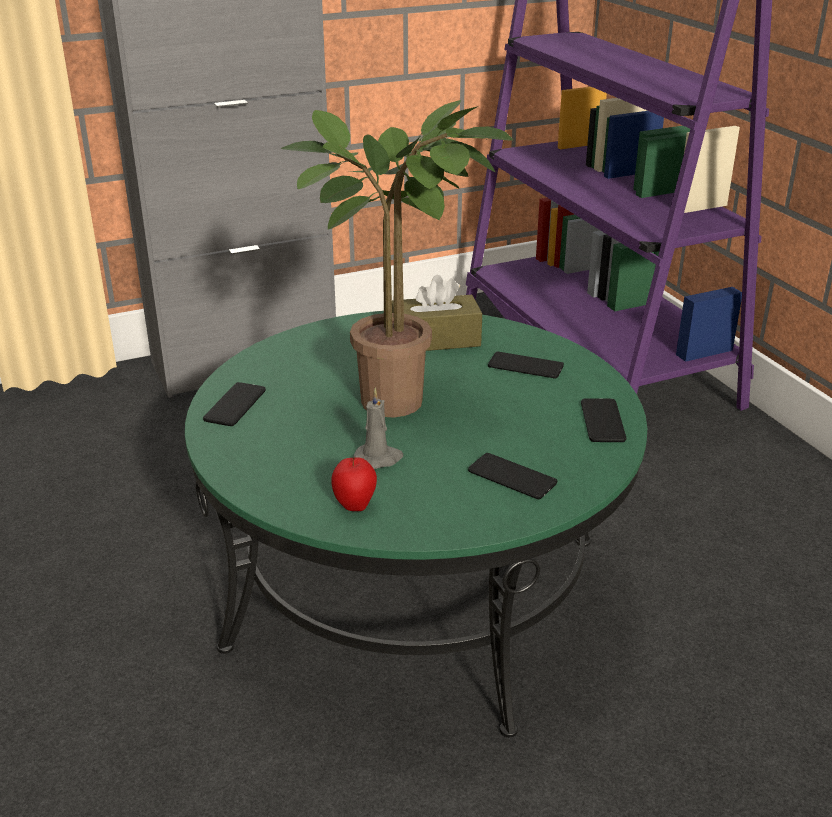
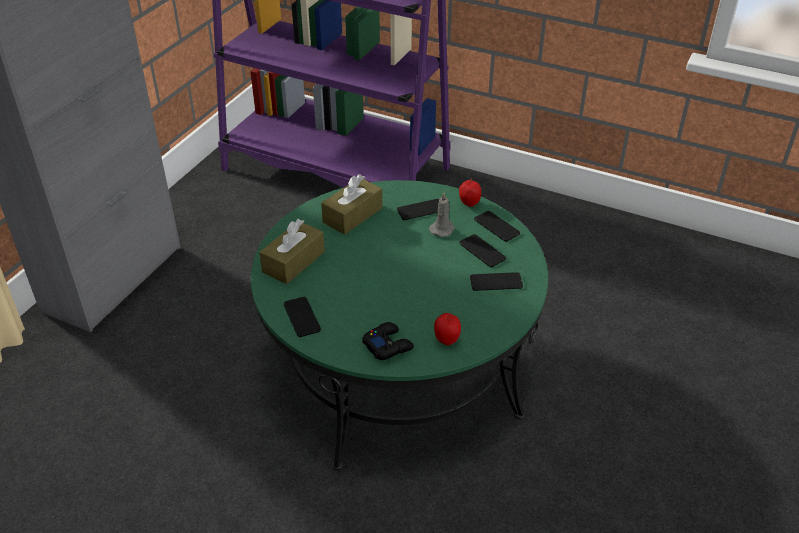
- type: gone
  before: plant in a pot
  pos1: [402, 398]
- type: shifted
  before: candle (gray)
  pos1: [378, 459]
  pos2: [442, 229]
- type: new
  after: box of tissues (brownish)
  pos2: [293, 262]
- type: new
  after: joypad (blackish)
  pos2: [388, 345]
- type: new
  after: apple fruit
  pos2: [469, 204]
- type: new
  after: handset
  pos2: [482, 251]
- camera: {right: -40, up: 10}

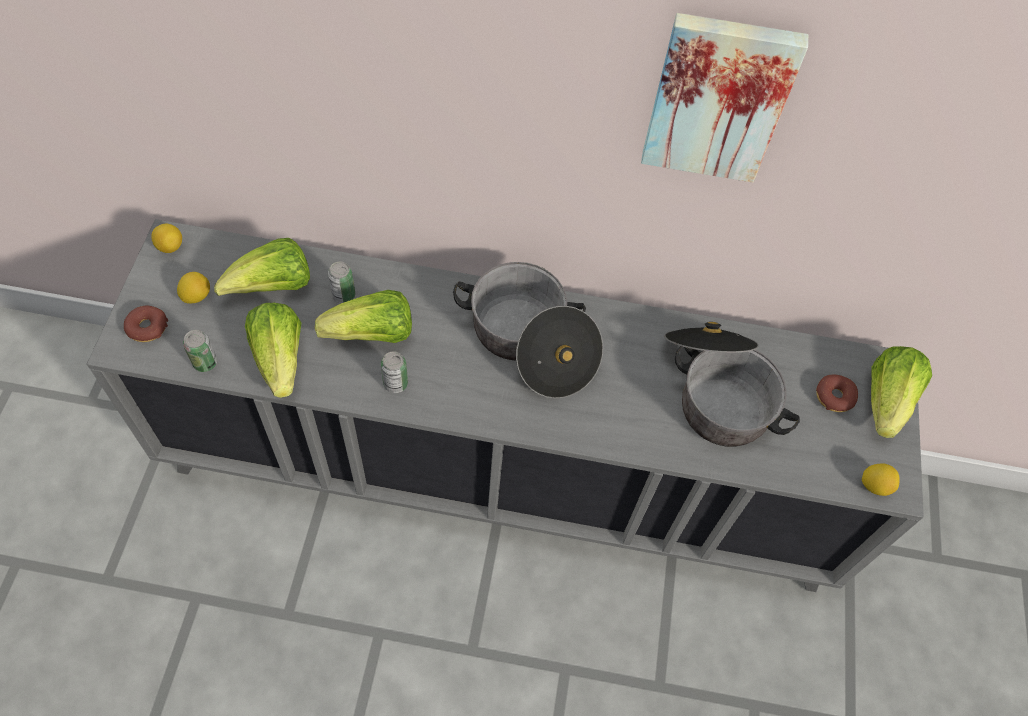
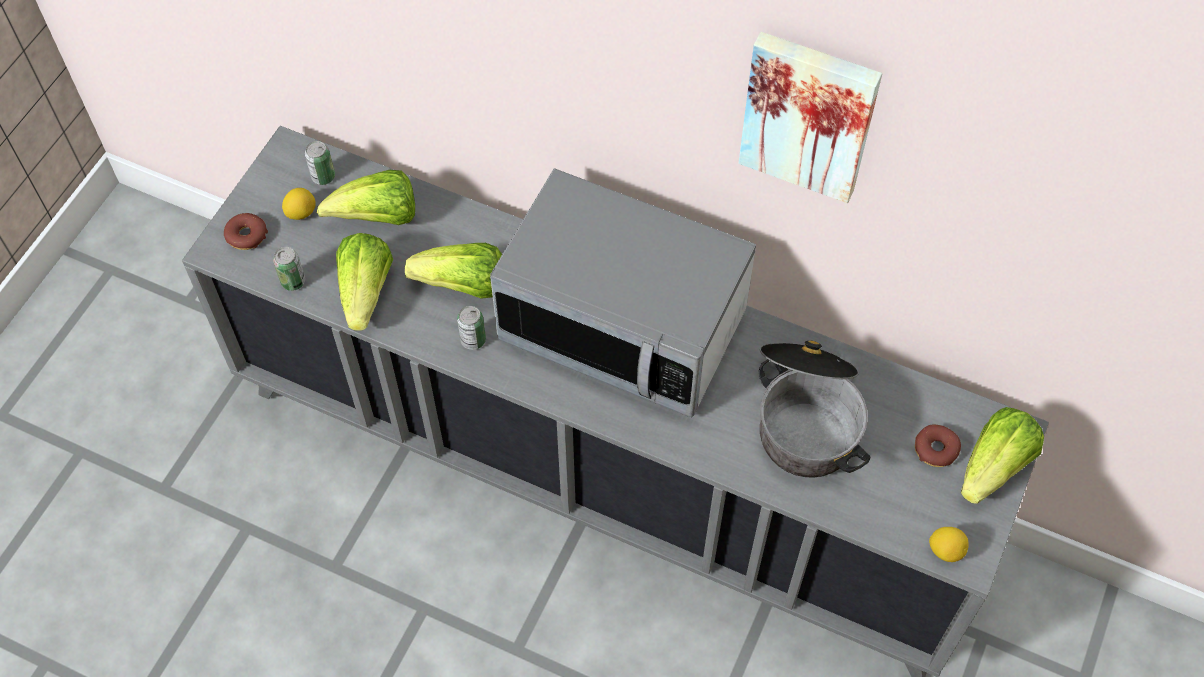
- type: gone
  before: lemon
  pos1: [170, 246]
- type: shifted
  before: sealed can
  pos1: [343, 295]
  pos2: [323, 177]
- type: swapped
  before: cooking pot
  after: microwave oven
  pos1: [530, 343]
  pos2: [623, 326]
- camera: {right: 20, up: 0}

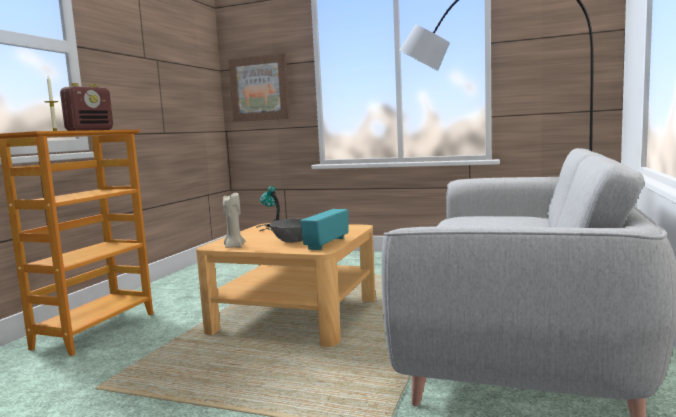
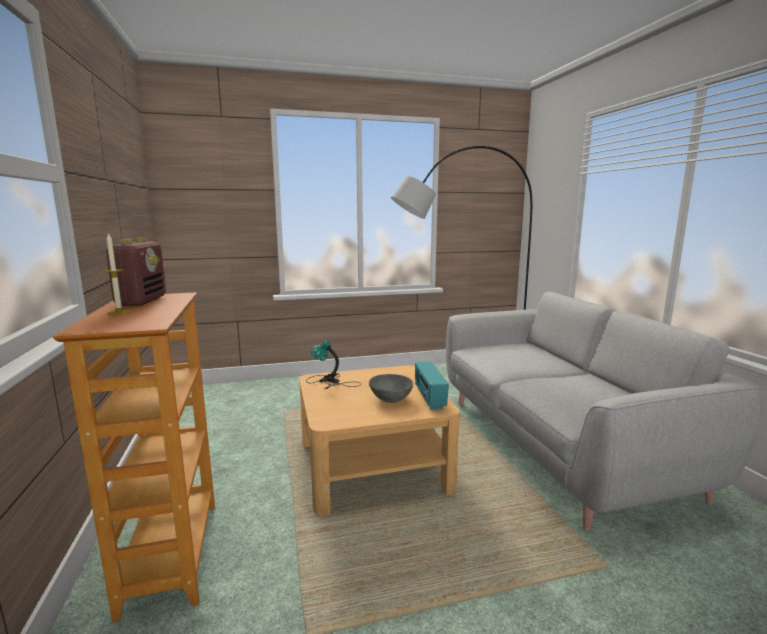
- type: gone
  before: candle (beige-coloured)
  pos1: [234, 246]
- type: gone
  before: wall art
  pos1: [260, 88]
- camera: {right: -35, up: 5}

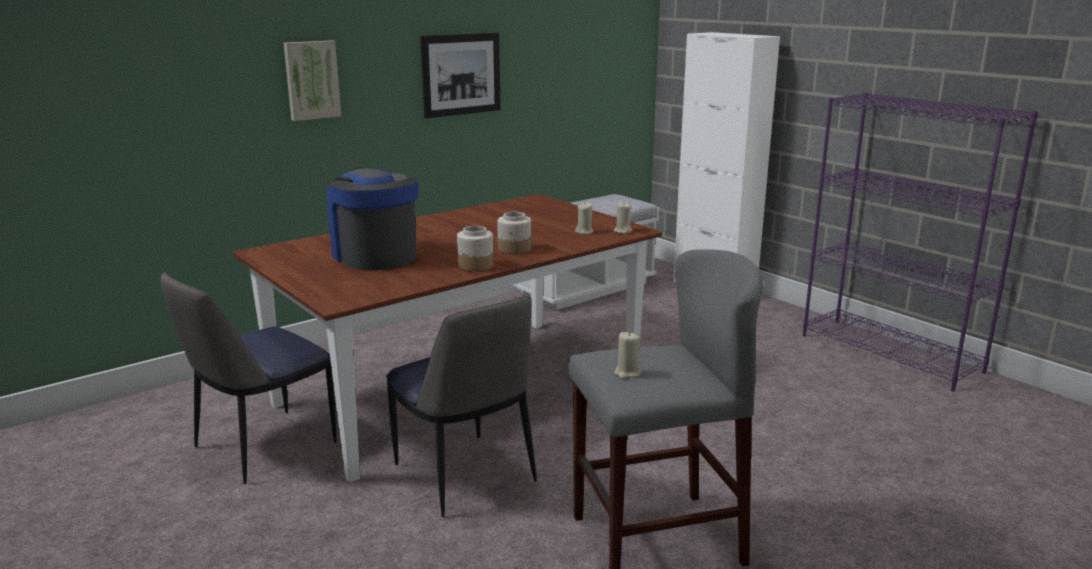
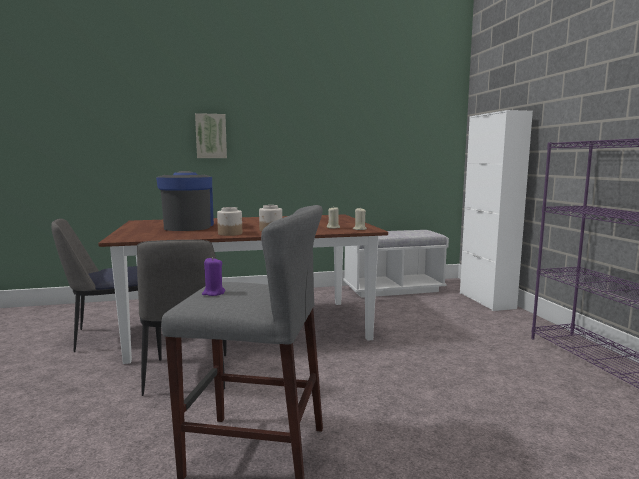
- type: gone
  before: wall art
  pos1: [461, 74]
- type: repainted
  before: candle (beige-coloured)
  after: candle (purplish)
  pos1: [627, 373]
  pos2: [213, 293]
- camera: {right: 25, up: -10}

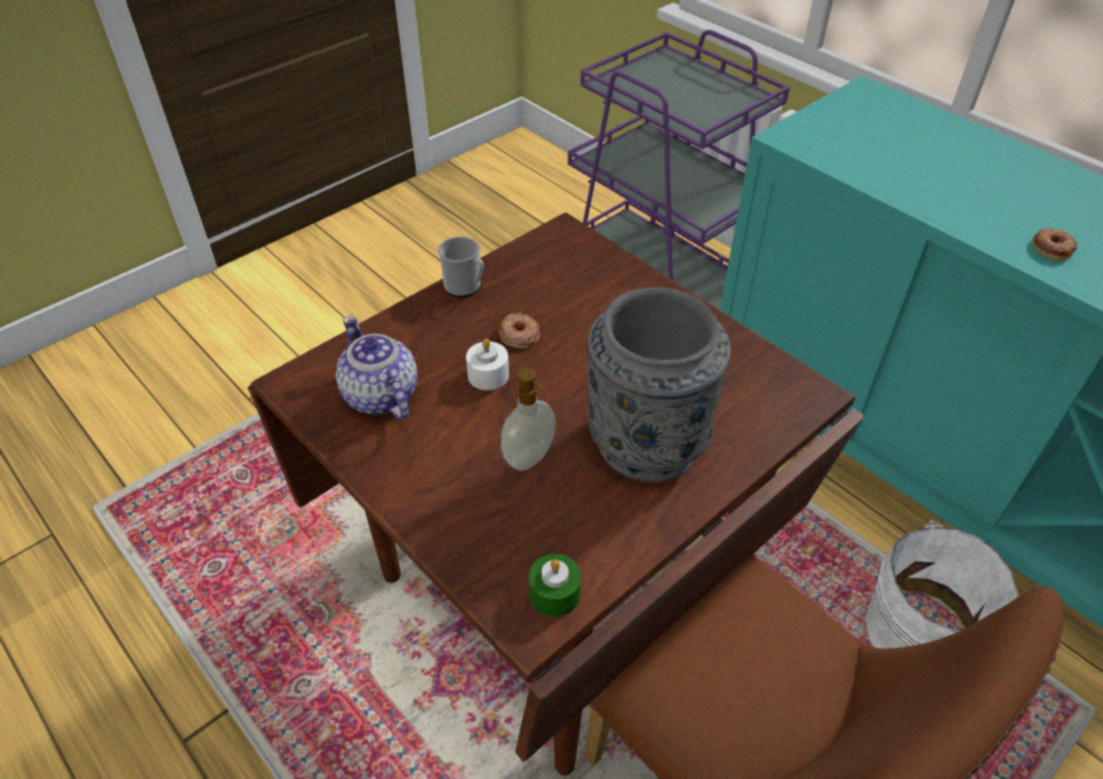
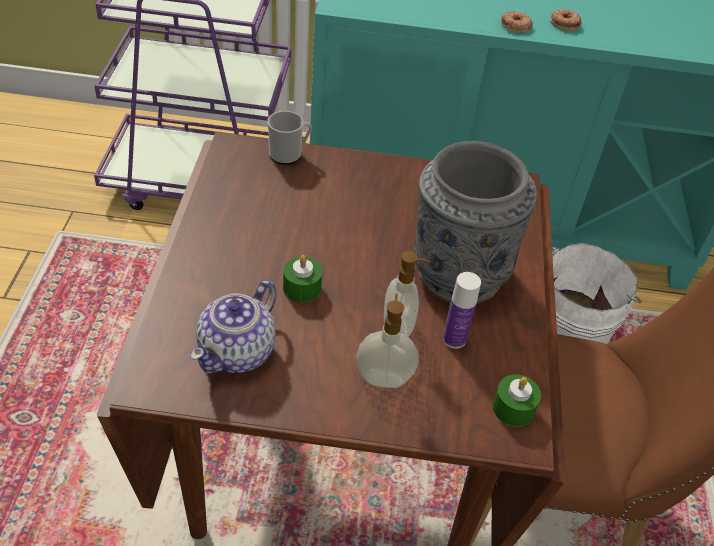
- type: rotated
  before: pot for tea
  pos1: [380, 396]
  pos2: [238, 351]
  turn: -75
- type: shifted
  before: tea mug
  pos1: [465, 287]
  pos2: [289, 154]
- type: repainted
  before: candle (whitish)
  after: candle (greenish)
  pos1: [488, 375]
  pos2: [302, 288]
- type: shifted
  before: ring doughnut
  pos1: [519, 335]
  pos2: [515, 25]
- type: new
  after: liquid soap bottle
  pos2: [384, 377]
- type: new
  after: beverage bottle
  pos2: [454, 339]
- camera: {right: -45, up: 0}

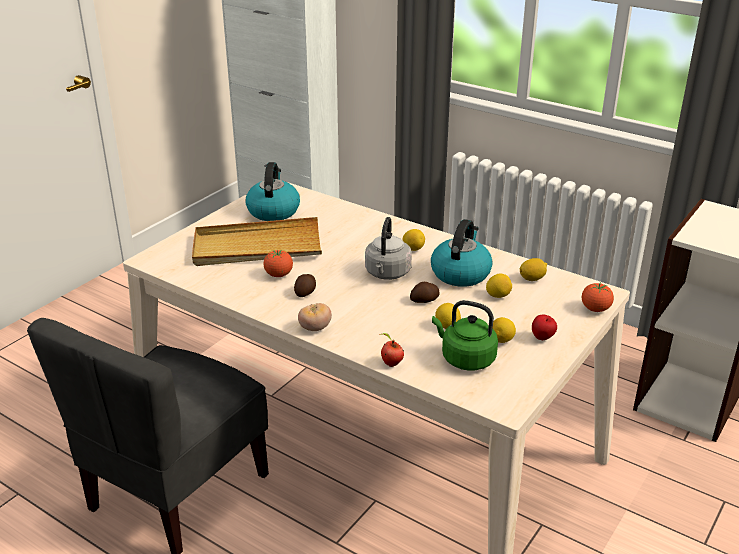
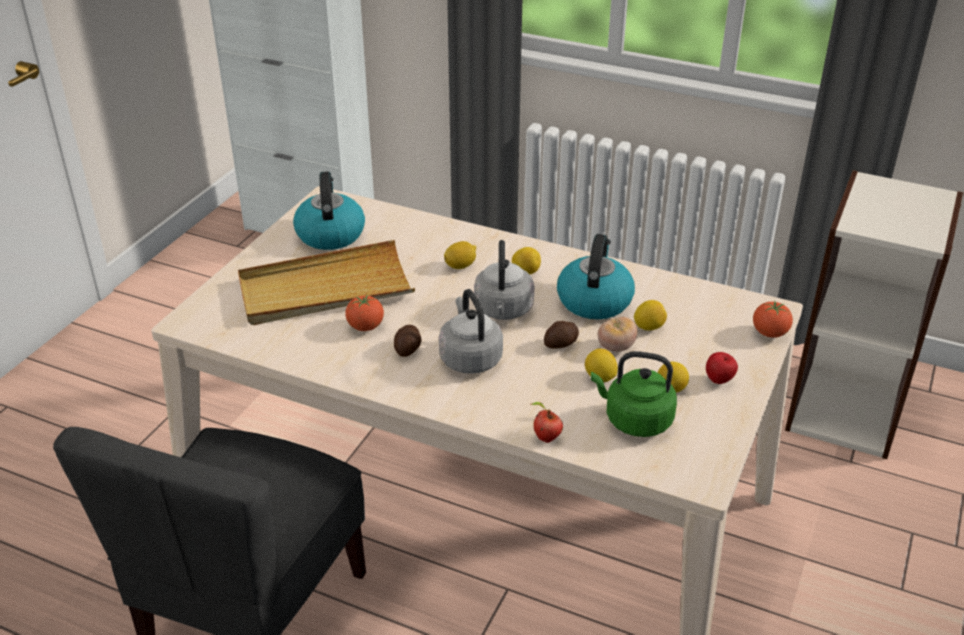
- type: shifted
  before: whole tomato
  pos1: [315, 328]
  pos2: [616, 347]
- type: shifted
  before: lemon
  pos1: [532, 278]
  pos2: [460, 266]
- type: new
  after: tea kettle (gray)
  pos2: [469, 358]
- camera: {right: -10, up: 5}

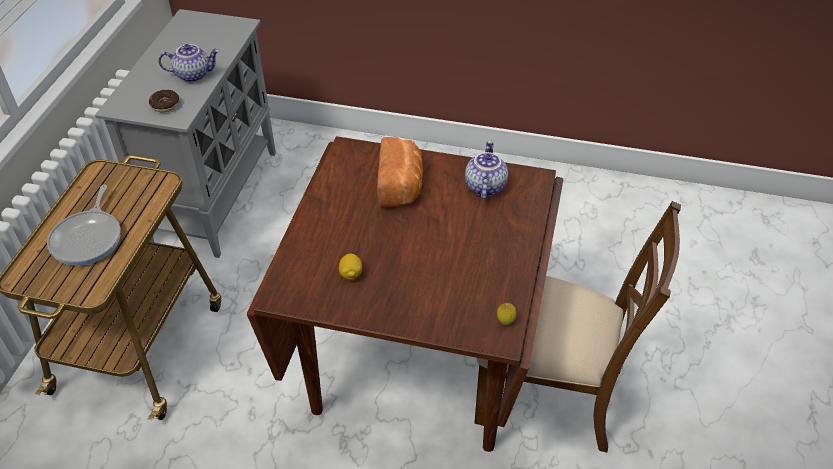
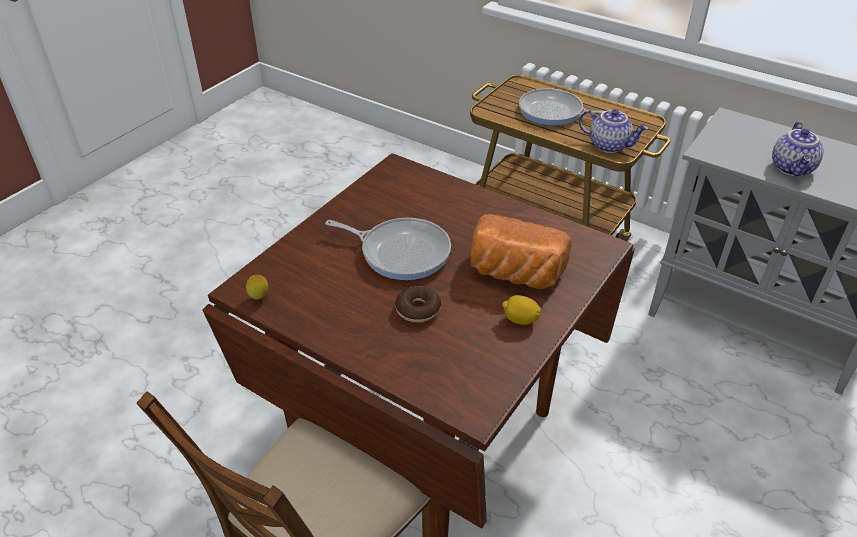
- type: shifted
  before: ring doughnut
  pos1: [165, 105]
  pos2: [418, 310]
- type: shifted
  before: lemon
  pos1: [351, 274]
  pos2: [520, 320]
- type: shifted
  before: pot for tea
  pos1: [484, 186]
  pos2: [609, 145]
- type: new
  after: frying pan
  pos2: [401, 252]
- camera: {right: 110, up: -5}

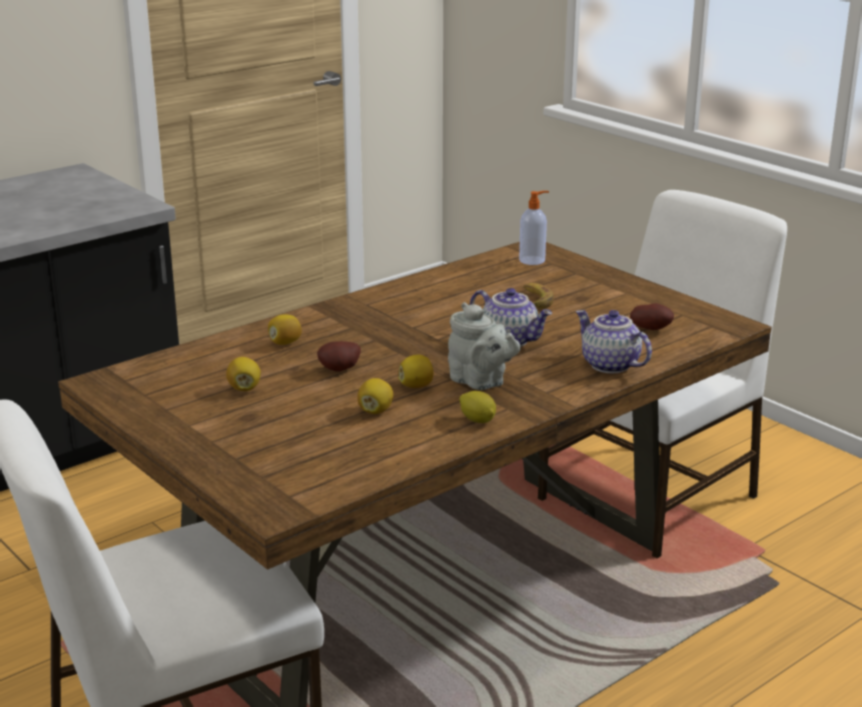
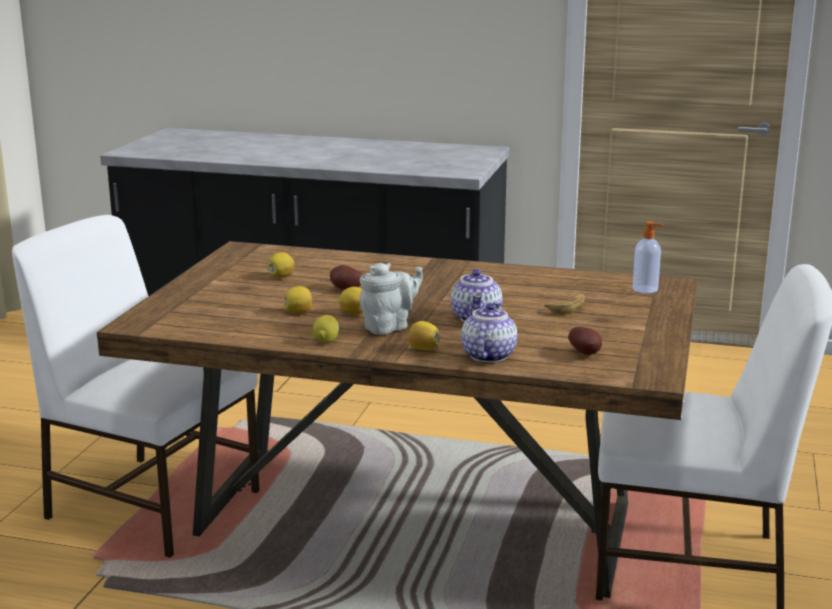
- type: shifted
  before: lemon
  pos1: [285, 343]
  pos2: [423, 349]
- type: rotated
  before: pot for tea (gray)
  pos1: [480, 382]
  pos2: [389, 327]
  turn: -135
- camera: {right: 55, up: -5}

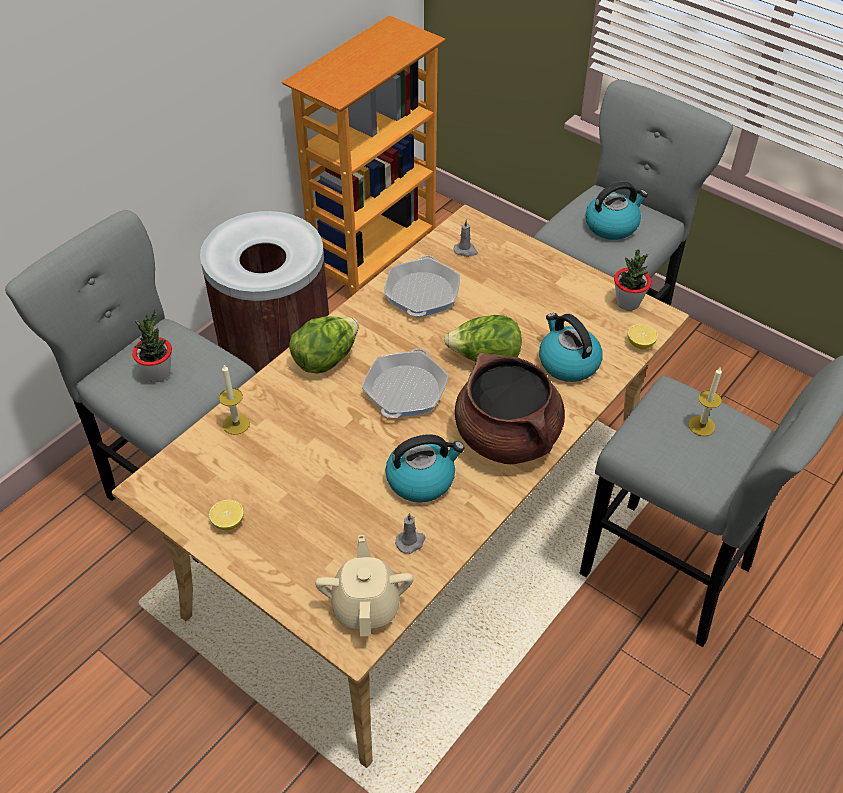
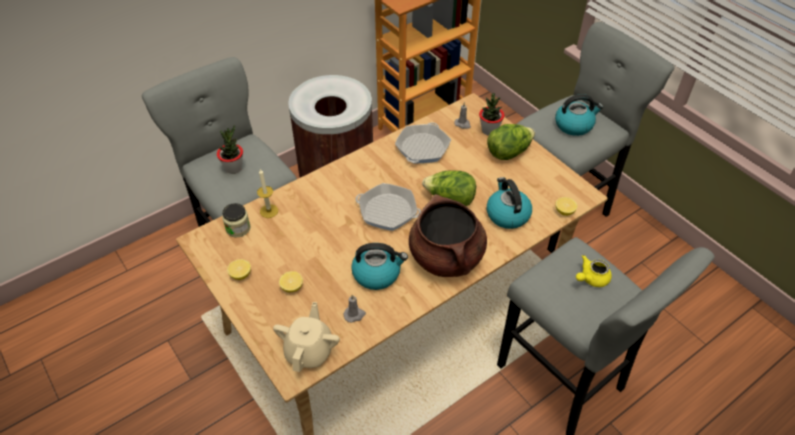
- type: shifted
  before: lettuce
  pos1: [326, 359]
  pos2: [508, 152]
- type: rotated
  before: frying pan
  pos1: [405, 390]
  pos2: [388, 211]
  turn: 75
- type: shifted
  before: plant in a pot
  pos1: [628, 303]
  pos2: [489, 130]
- type: swapped
  before: candle
  after: pot for tea (yellow-coloured)
  pos1: [701, 426]
  pos2: [591, 278]
- type: new
  after: jar
  pos2: [238, 228]
- type: new
  after: lemon
  pos2: [292, 287]
- camera: {right: 15, up: 0}

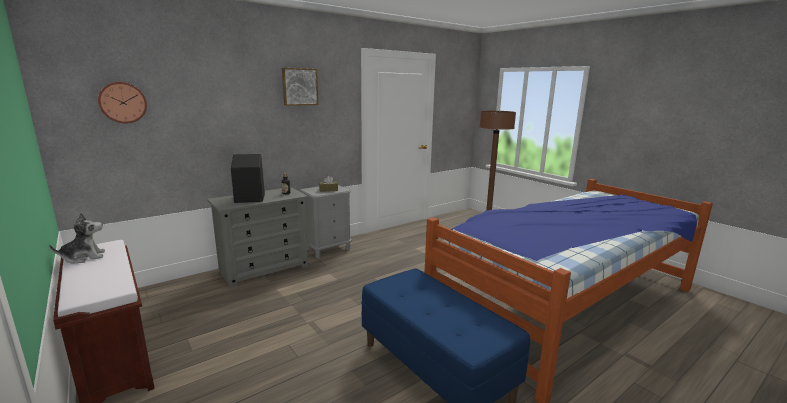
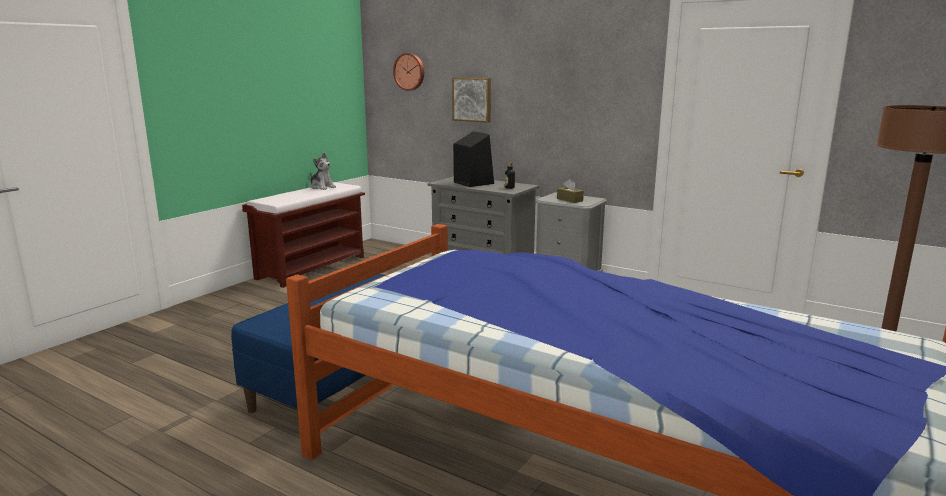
- type: shifted
  before: wall art
  pos1: [299, 87]
  pos2: [472, 99]
- camera: {right: 70, up: 0}

